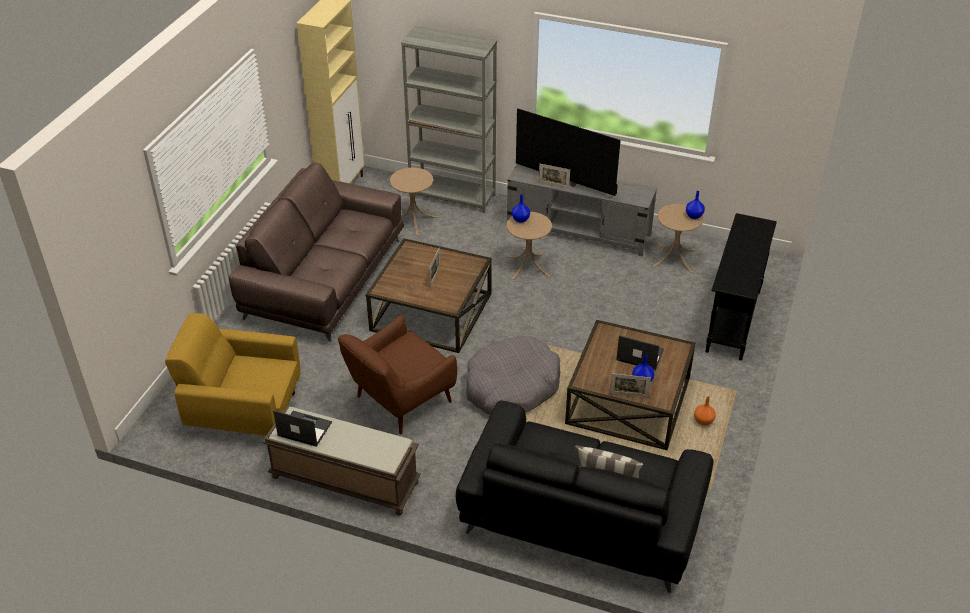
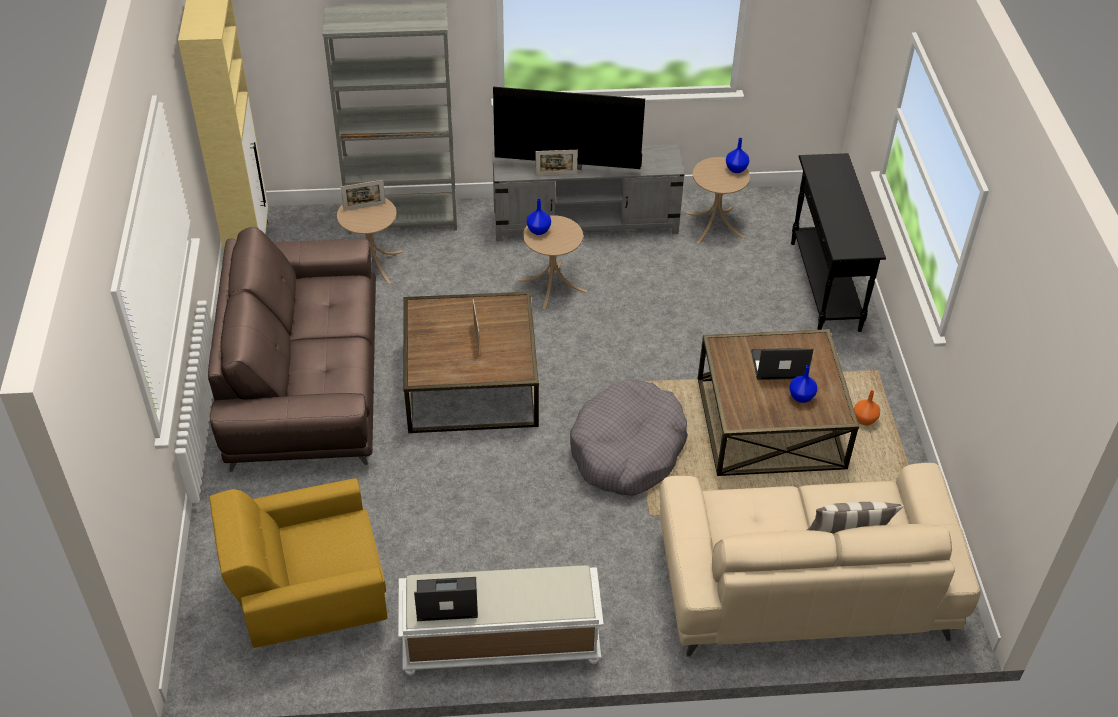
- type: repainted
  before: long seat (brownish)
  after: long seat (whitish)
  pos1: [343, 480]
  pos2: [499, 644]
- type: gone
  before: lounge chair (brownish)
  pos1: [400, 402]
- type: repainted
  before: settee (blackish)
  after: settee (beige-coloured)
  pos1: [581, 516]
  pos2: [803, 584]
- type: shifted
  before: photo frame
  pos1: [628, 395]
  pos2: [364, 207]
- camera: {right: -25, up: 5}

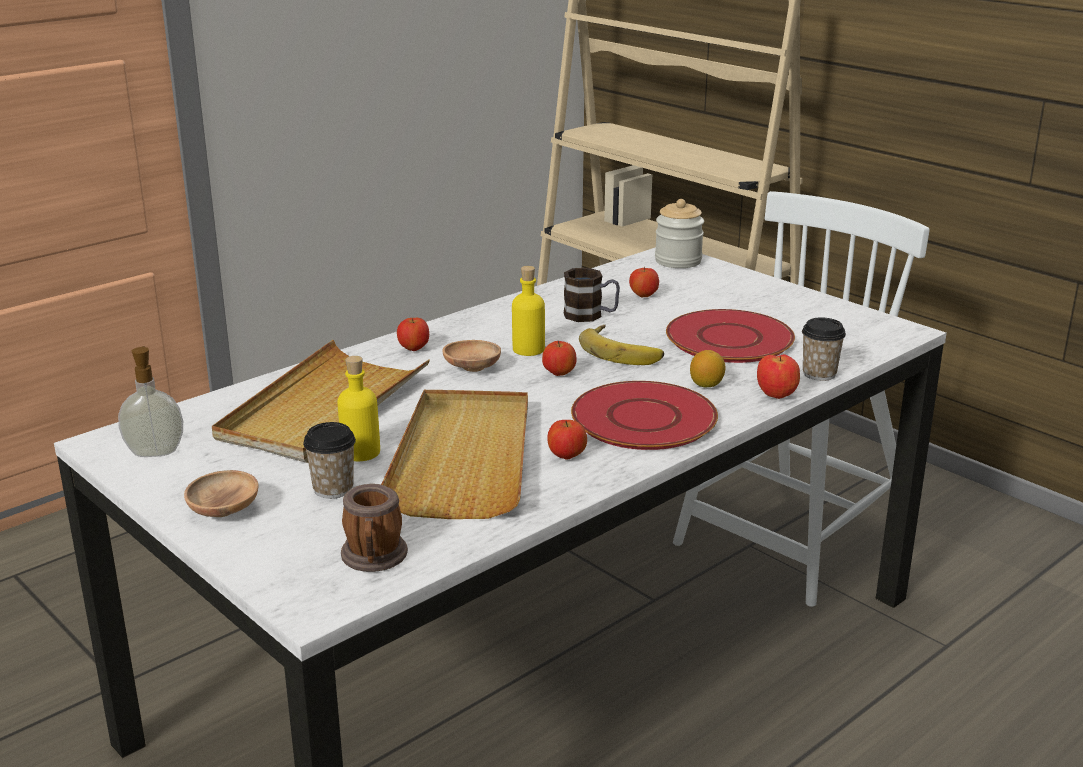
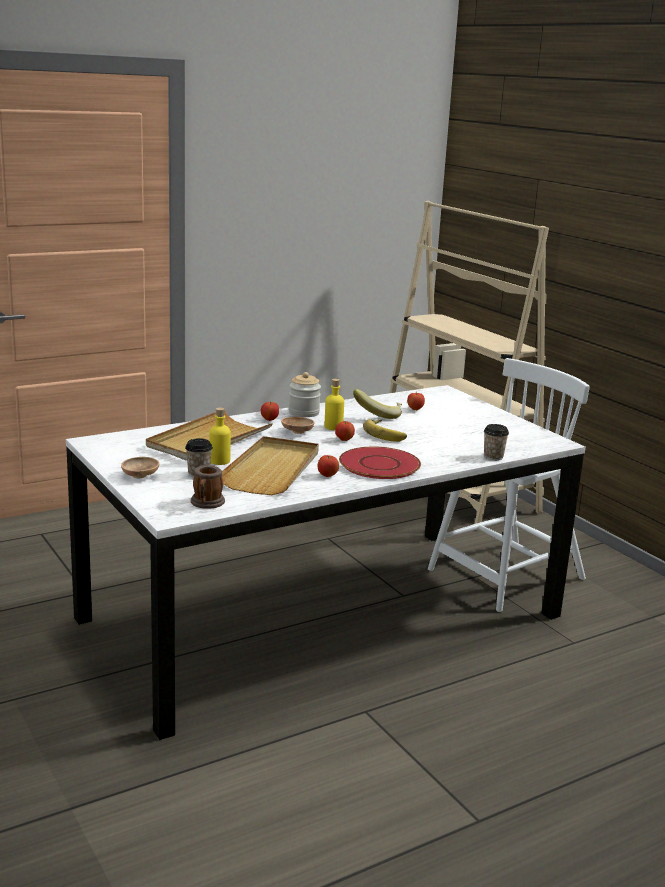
- type: gone
  before: liquid soap bottle
  pos1: [155, 452]
- type: swapped
  before: tea mug
  after: banana fruit
  pos1: [591, 315]
  pos2: [378, 415]
- type: shifted
  before: jar
  pos1: [678, 261]
  pos2: [304, 412]
- type: gone
  before: plate (red)
  pos1: [728, 338]
- type: gone
  before: lemon
  pos1: [706, 385]
- type: gone
  before: apple fruit
  pos1: [776, 396]
- camera: {right: 10, up: -5}

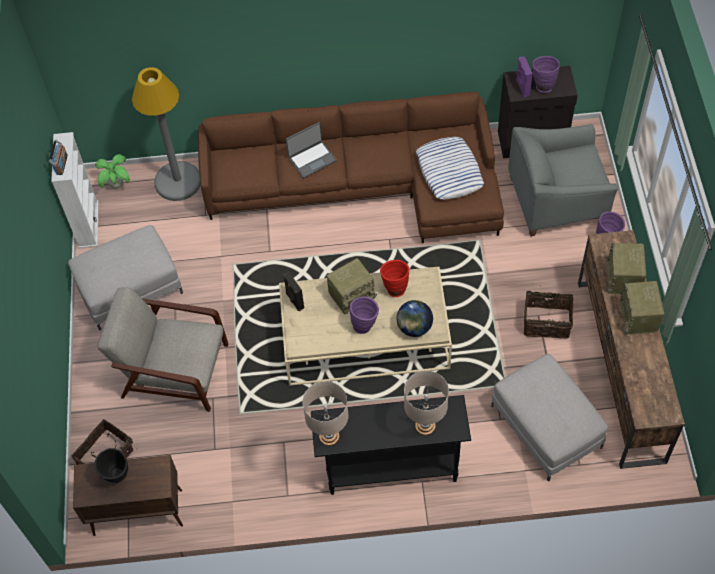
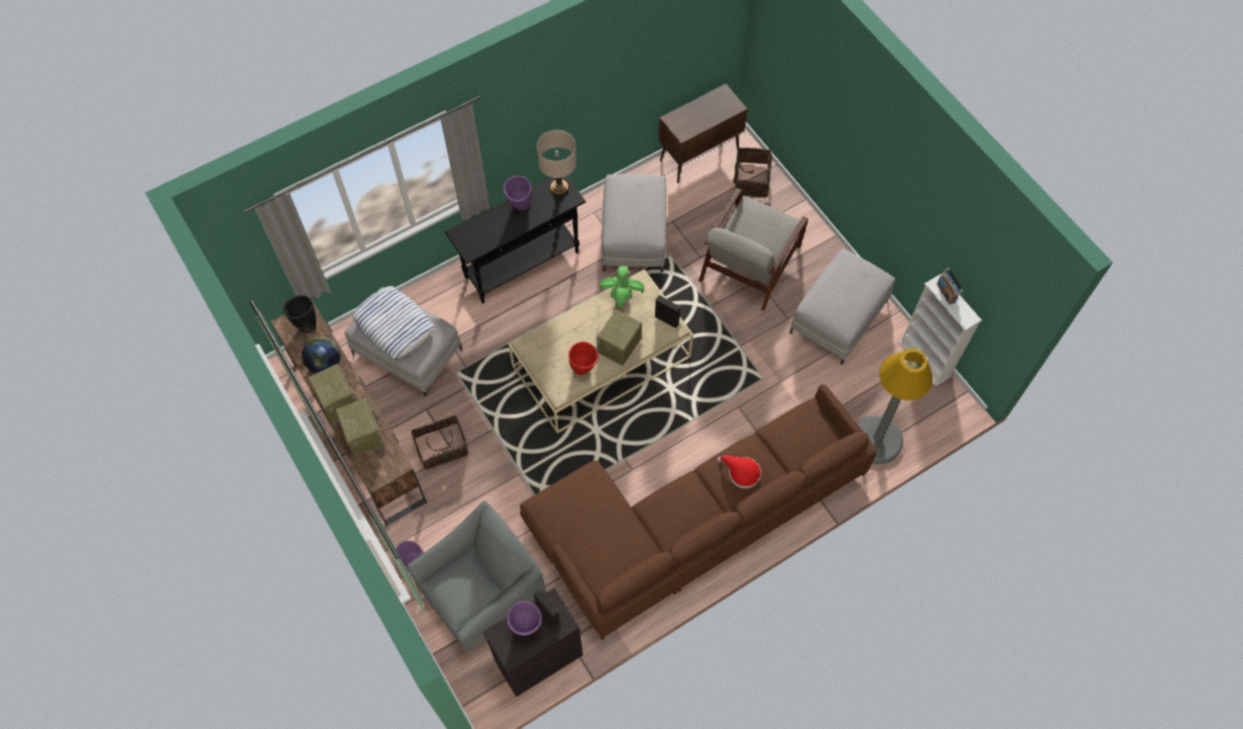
- type: shifted
  before: flower vase (blackish)
  pos1: [118, 478]
  pos2: [305, 323]
- type: shifted
  before: plant in a pot
  pos1: [116, 184]
  pos2: [622, 299]
- type: rotated
  before: lounge chair (gray)
  pos1: [173, 370]
  pos2: [748, 265]
  turn: 135
- type: swapped
  before: notebook computer
  after: wearable hat (red)
  pos1: [312, 159]
  pos2: [741, 472]
- type: shifted
  before: flower vase (purplish)
  pos1: [365, 325]
  pos2: [520, 207]
- type: shifted
  before: desk globe
  pos1: [414, 327]
  pos2: [325, 363]
- type: gone
  before: tabletop lamp (beige-coloured)
  pos1: [425, 426]
- type: shifted
  before: cushion
  pos1: [449, 172]
  pos2: [394, 325]
- type: repainted
  before: loudspeaker (purplish)
  after: loudspeaker (blackish)
  pos1: [522, 88]
  pos2: [548, 613]
- type: new
  after: footrest (gray)
  pos2: [634, 235]
- camera: {right: 150, up: 5}

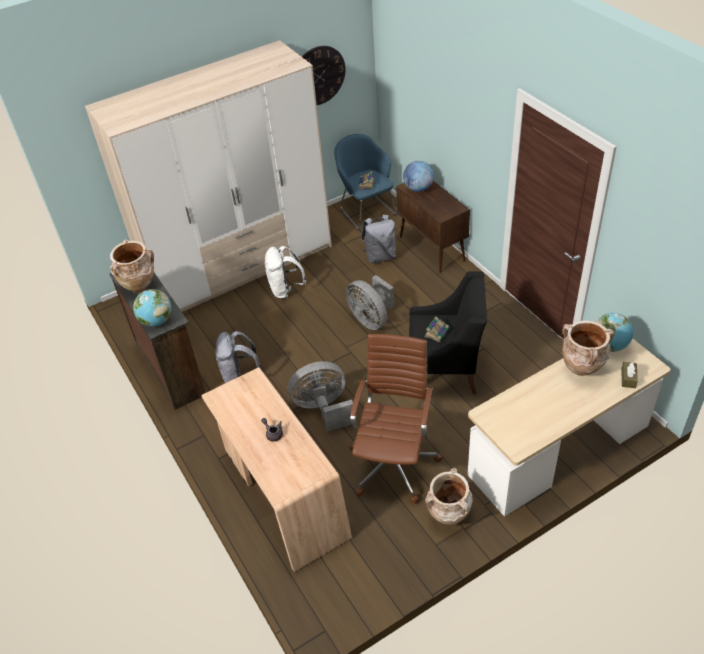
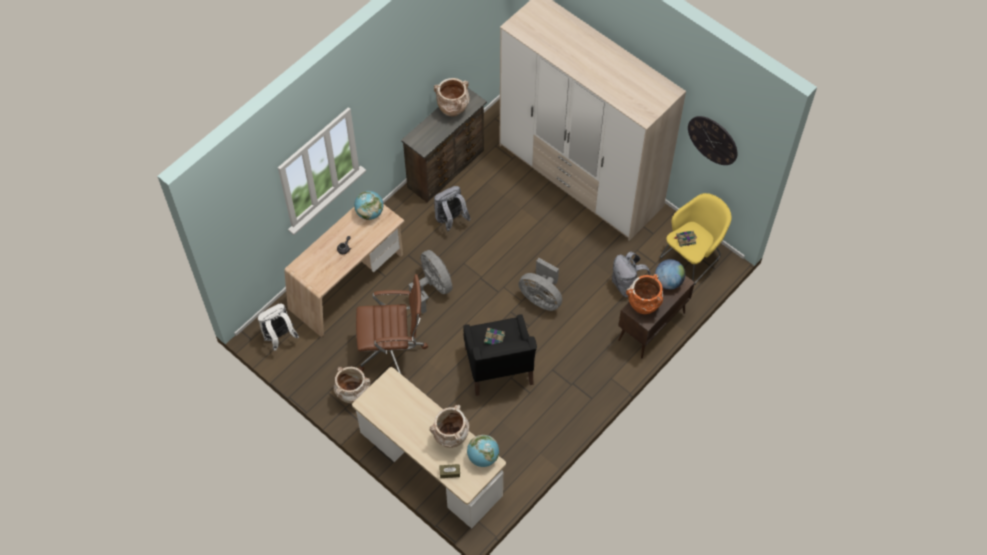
- type: shifted
  before: desk globe
  pos1: [156, 321]
  pos2: [370, 213]
- type: shifted
  before: rucksack (whitish)
  pos1: [286, 290]
  pos2: [279, 337]
- type: repainted
  before: lounge chair (bluish)
  after: lounge chair (yellow-coloured)
  pos1: [366, 211]
  pos2: [692, 257]
- type: rotated
  before: fan (gray)
  pos1: [371, 319]
  pos2: [541, 298]
  turn: -90
- type: new
  after: flower vase (orange-coloured)
  pos2: [643, 306]
- camera: {right: 70, up: 15}

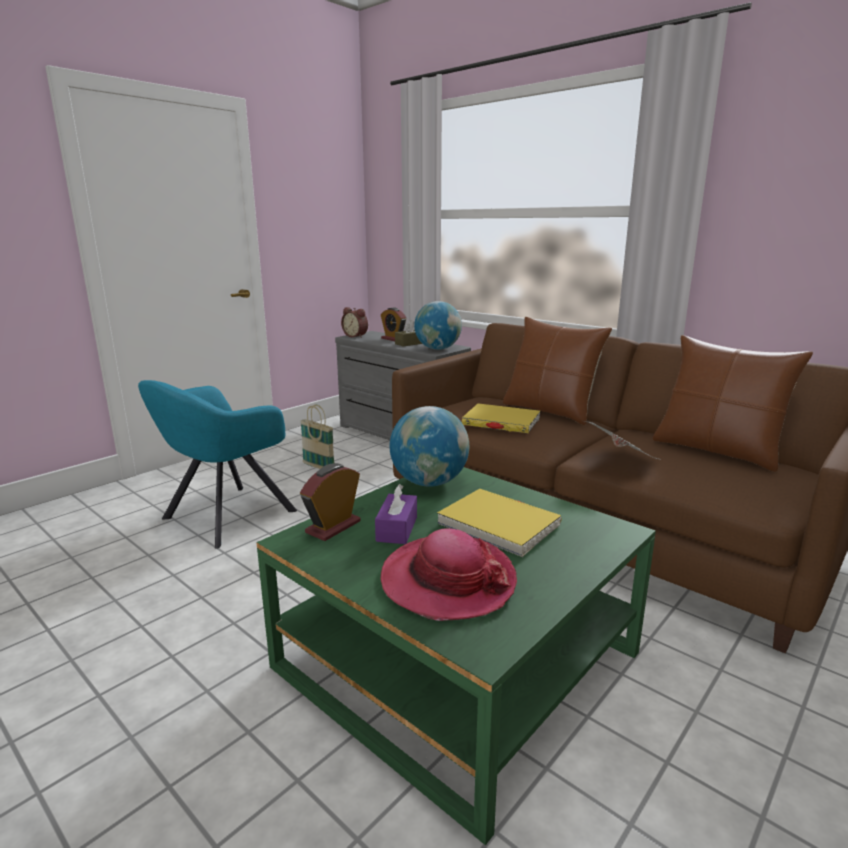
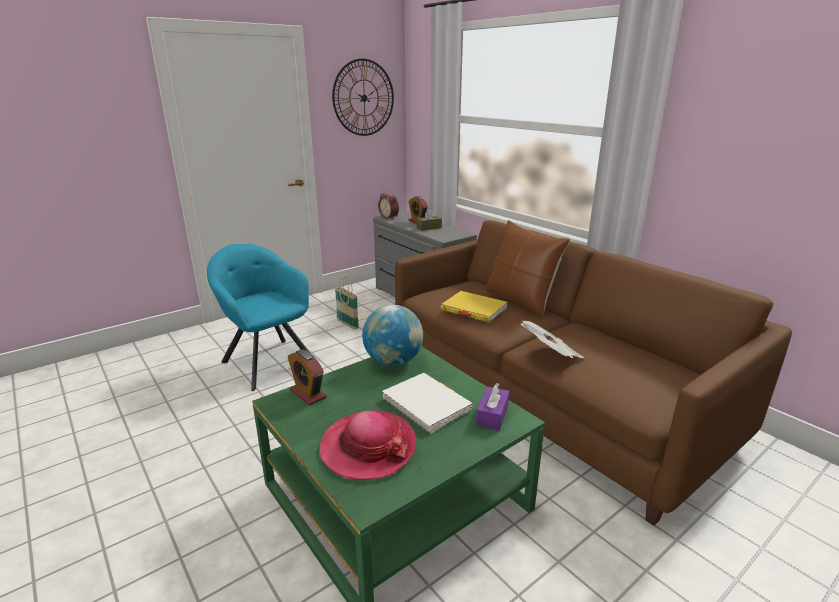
- type: rotated
  before: lounge chair (turquoise)
  pos1: [225, 516]
  pos2: [267, 361]
  turn: 90
- type: rotated
  before: bedside clock
  pos1: [333, 527]
  pos2: [308, 394]
  turn: -90
- type: shifted
  before: box of tissues (purplish)
  pos1: [397, 529]
  pos2: [492, 415]
- type: gone
  before: desk globe
  pos1: [438, 349]
- type: repainted
  before: book (yellow-coloured)
  after: book (whitish)
  pos1: [498, 525]
  pos2: [426, 405]
- type: gone
  before: cushion (brownish)
  pos1: [717, 450]
- type: new
  after: hanging clock
  pos2: [364, 98]
- camera: {right: 10, up: 5}

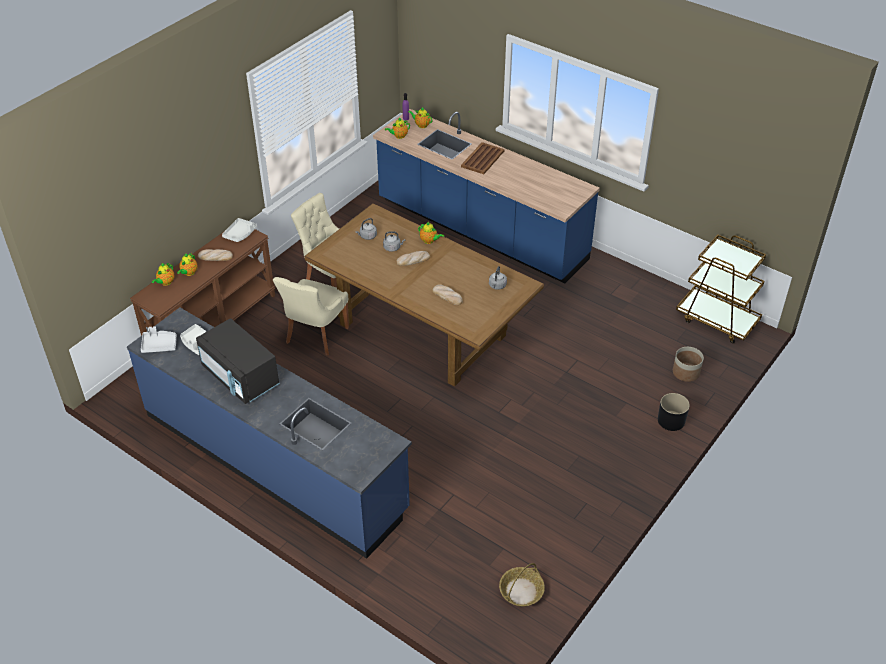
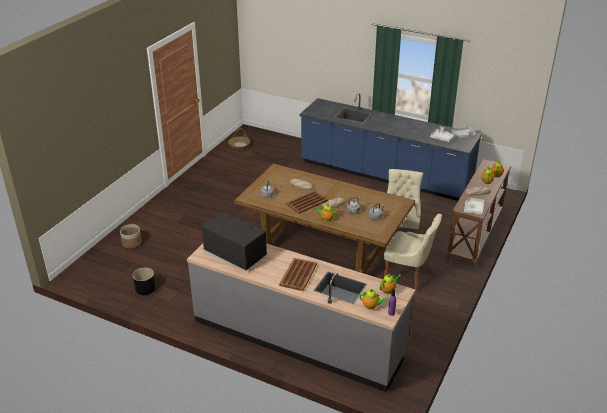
- type: shifted
  before: microwave oven (blackish)
  pos1: [240, 377]
  pos2: [235, 254]
- type: repainted
  before: kitchen counter (bluish)
  after: kitchen counter (gray)
  pos1: [480, 231]
  pos2: [298, 337]
- type: shifted
  before: planter (blackish)
  pos1: [671, 421]
  pos2: [145, 288]
- type: gone
  before: wheeled cart (brownish)
  pos1: [717, 320]
- type: new
  after: tray (brownish)
  pos2: [307, 202]
- camera: {right: 170, up: -10}

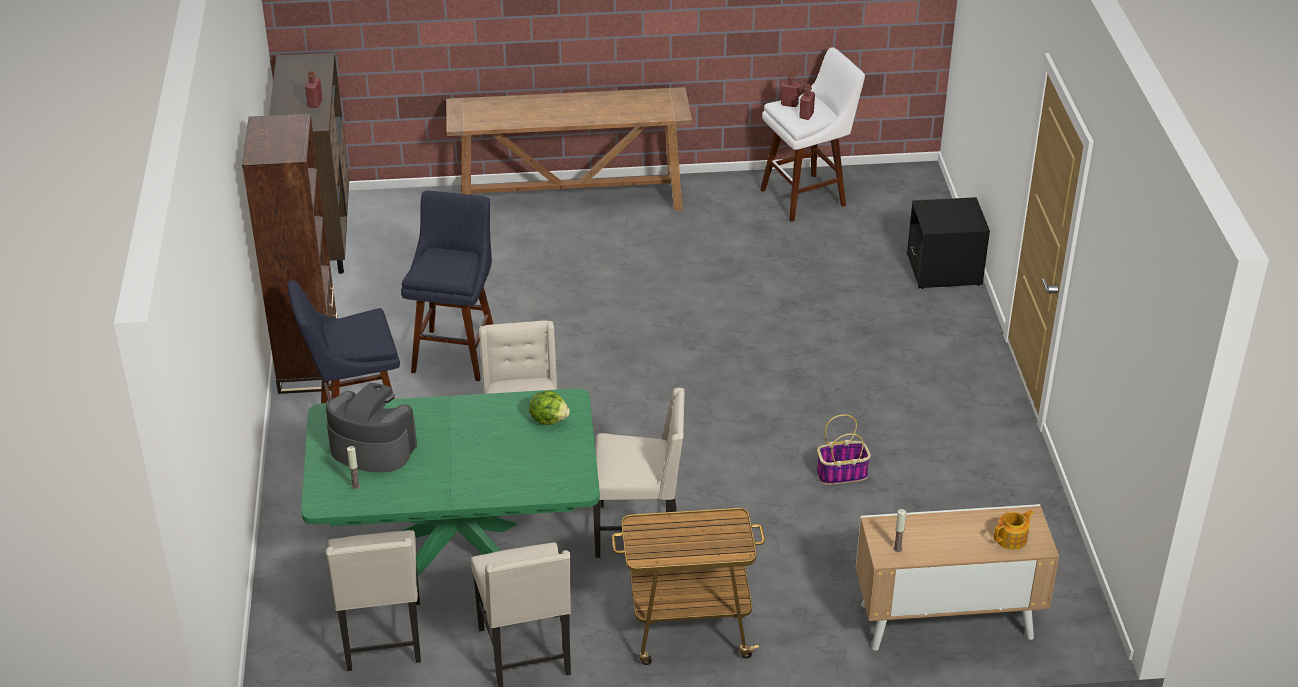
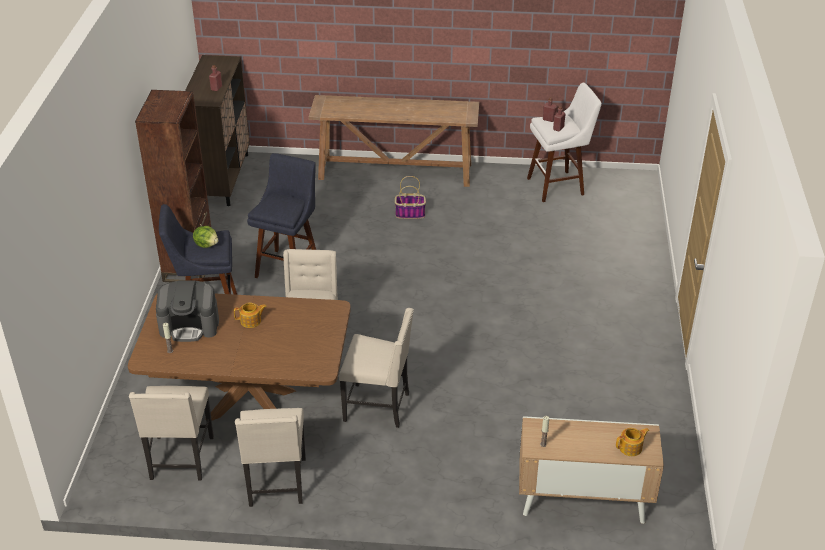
- type: repainted
  before: dinner table (greenish)
  after: dinner table (brownish)
  pos1: [458, 550]
  pos2: [250, 404]
- type: rotated
  before: coffee maker
  pos1: [372, 448]
  pos2: [190, 325]
  turn: 150
- type: shifted
  before: lettuce
  pos1: [549, 419]
  pos2: [207, 244]
- type: gone
  before: wheeled cart
  pos1: [687, 628]
- type: shifted
  before: storage basket
  pos1: [842, 473]
  pos2: [410, 213]
- type: gone
  before: nightstand (blackish)
  pos1: [944, 270]
- type: new
  after: pot for tea
  pos2: [251, 321]
- camera: {right: 10, up: 0}

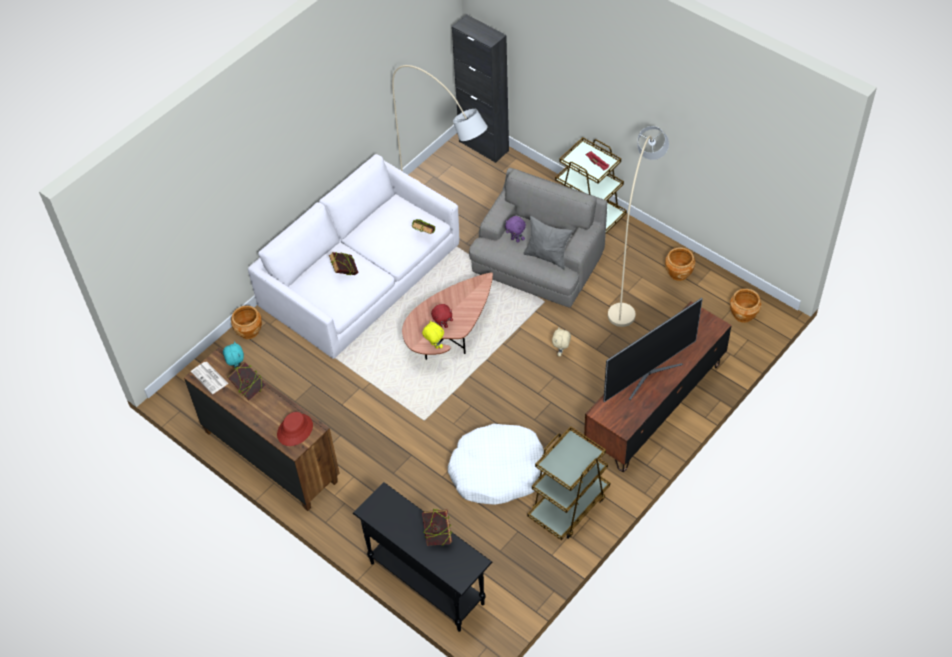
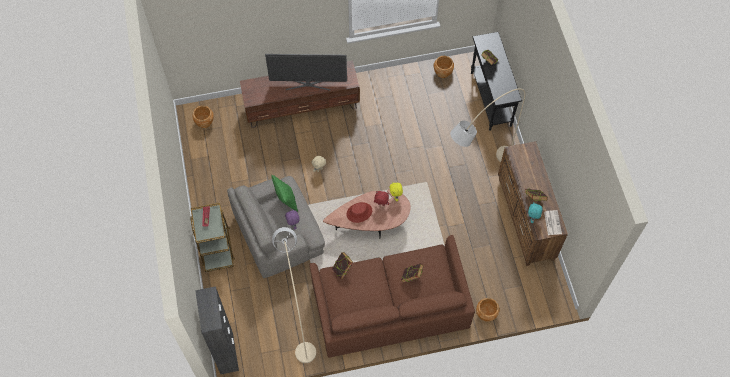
- type: repainted
  before: settee (whitish)
  after: settee (brownish)
  pos1: [360, 276]
  pos2: [389, 305]
- type: shifted
  before: wearable hat (red)
  pos1: [295, 430]
  pos2: [359, 212]
- type: gone
  before: dog cushion (whitish)
  pos1: [498, 471]
- type: repainted
  before: cushion (gray)
  after: cushion (greenish)
  pos1: [547, 256]
  pos2: [286, 200]
- type: gone
  before: wheeled cart (brownish)
  pos1: [568, 505]
- type: shifted
  before: floor lamp (beige-coloured)
  pos1: [633, 277]
  pos2: [477, 173]
- type: shifted
  before: planter (brownish)
  pos1: [678, 273]
  pos2: [443, 72]
- camera: {right: -145, up: 10}

